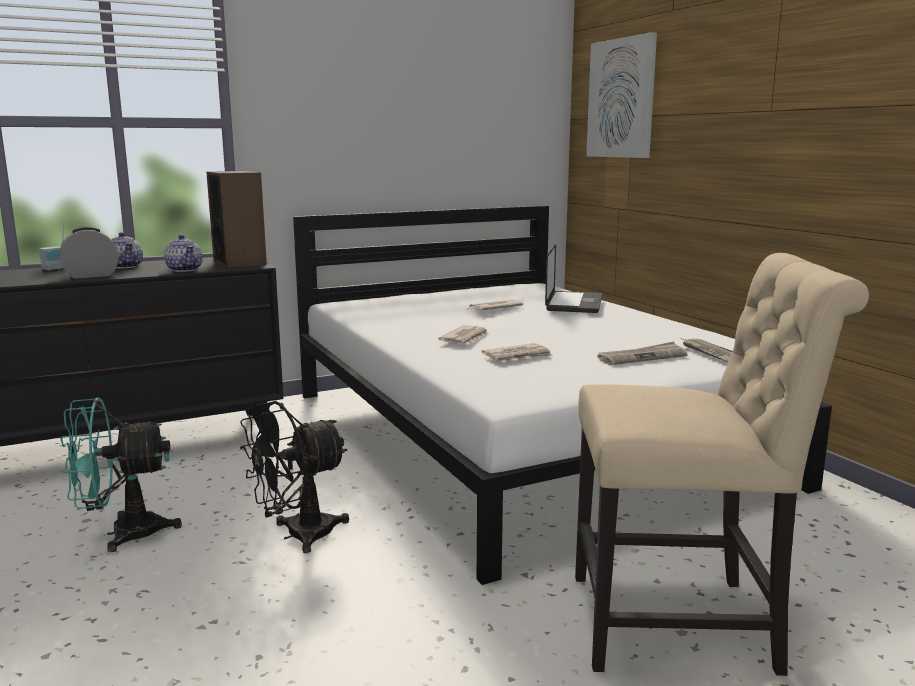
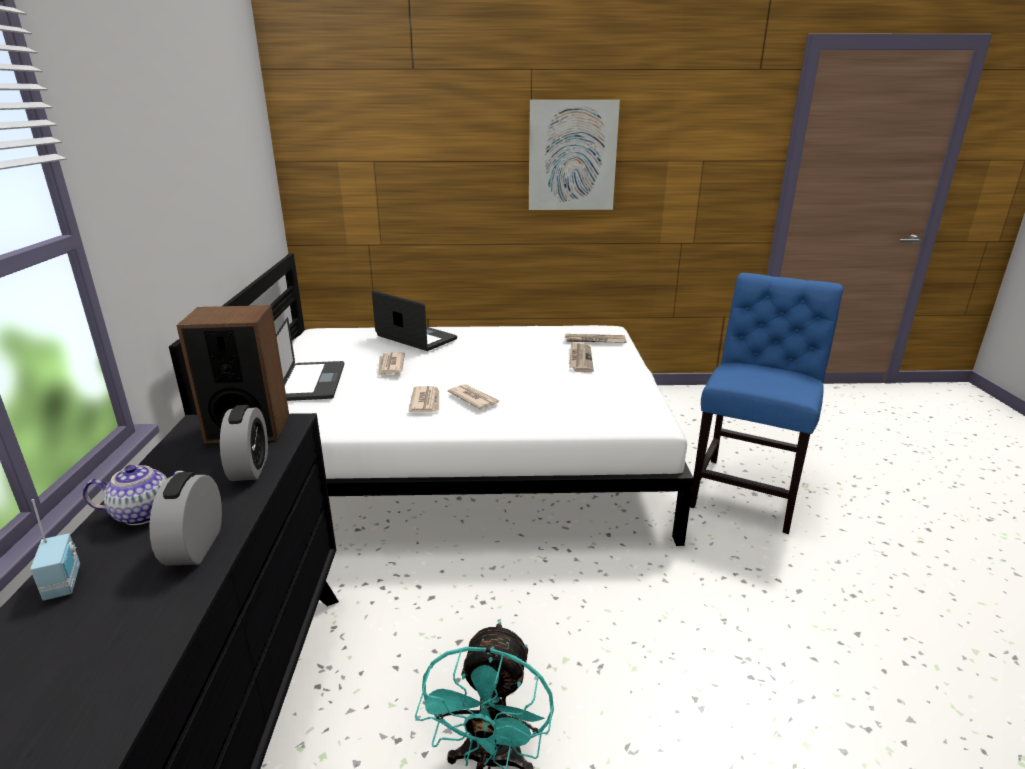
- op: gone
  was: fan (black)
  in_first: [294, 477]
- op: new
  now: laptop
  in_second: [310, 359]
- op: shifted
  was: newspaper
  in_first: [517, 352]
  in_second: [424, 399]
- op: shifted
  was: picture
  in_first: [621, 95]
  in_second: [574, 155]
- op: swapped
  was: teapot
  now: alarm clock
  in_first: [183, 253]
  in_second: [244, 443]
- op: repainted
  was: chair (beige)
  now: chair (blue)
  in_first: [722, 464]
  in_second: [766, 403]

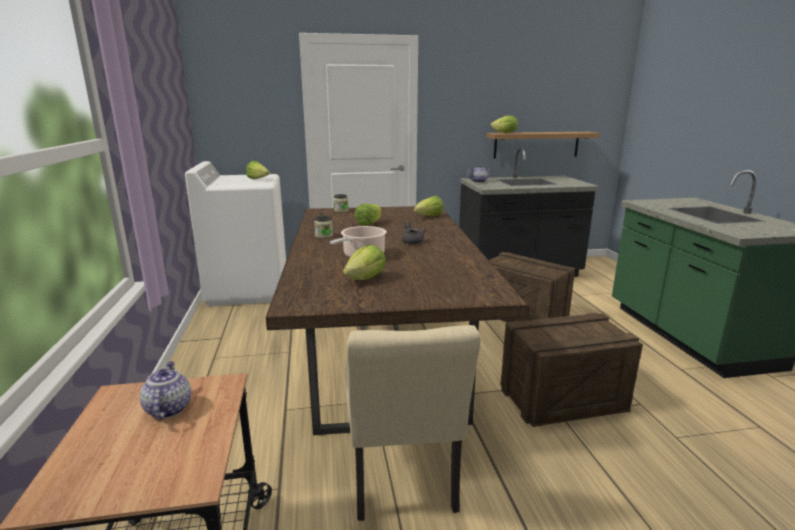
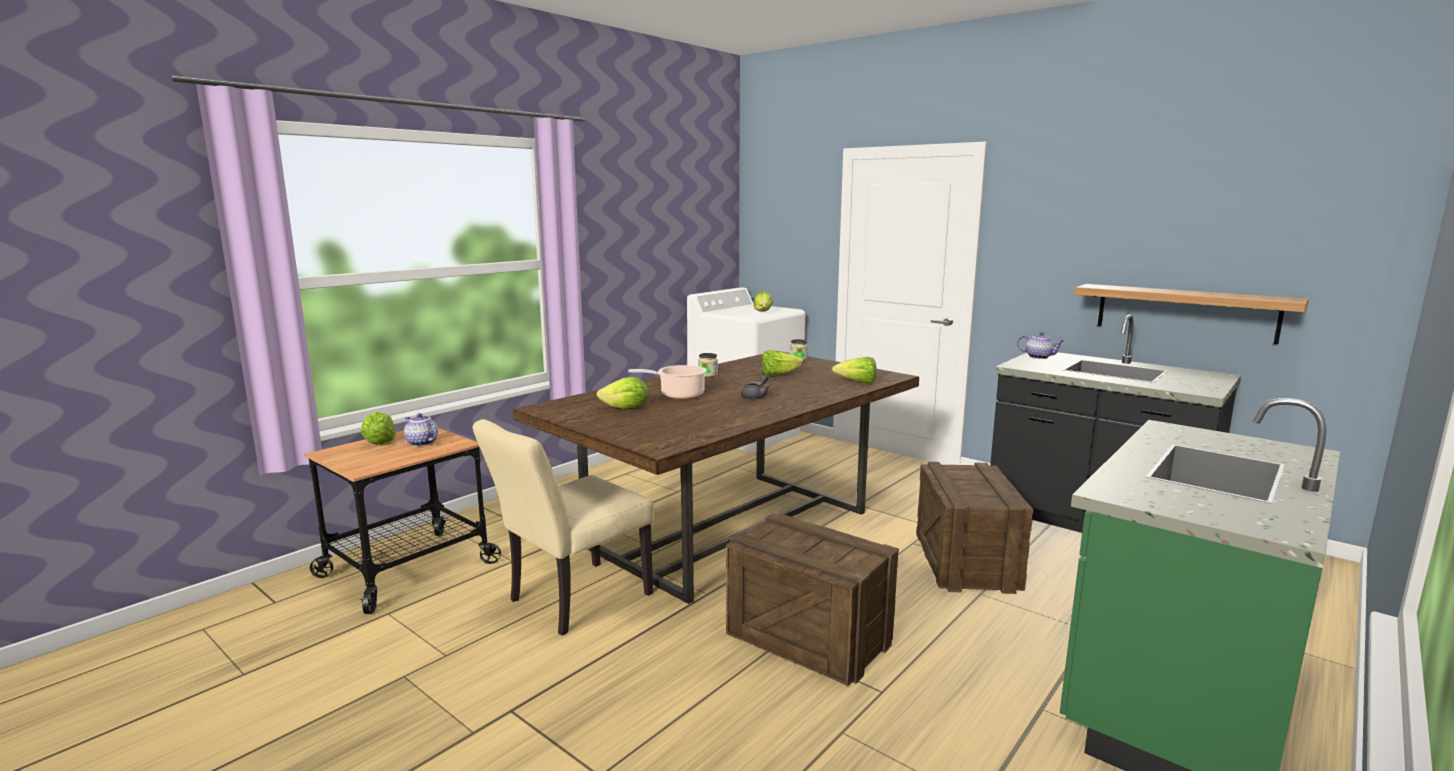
- op: shifted
  was: lettuce
  in_first: [504, 124]
  in_second: [378, 428]
- op: rotated
  was: teapot
  in_first: [165, 390]
  in_second: [421, 429]
  clockwise: -90

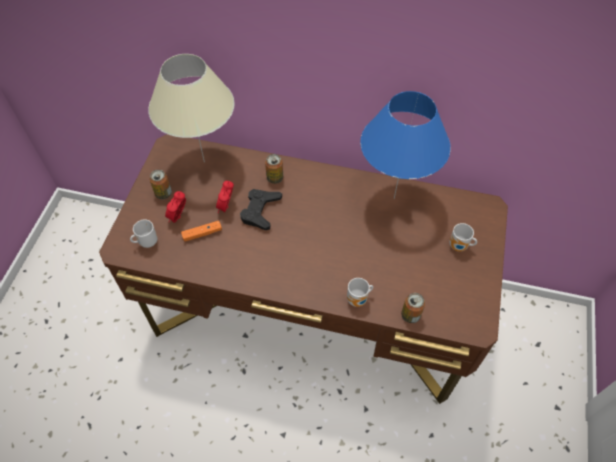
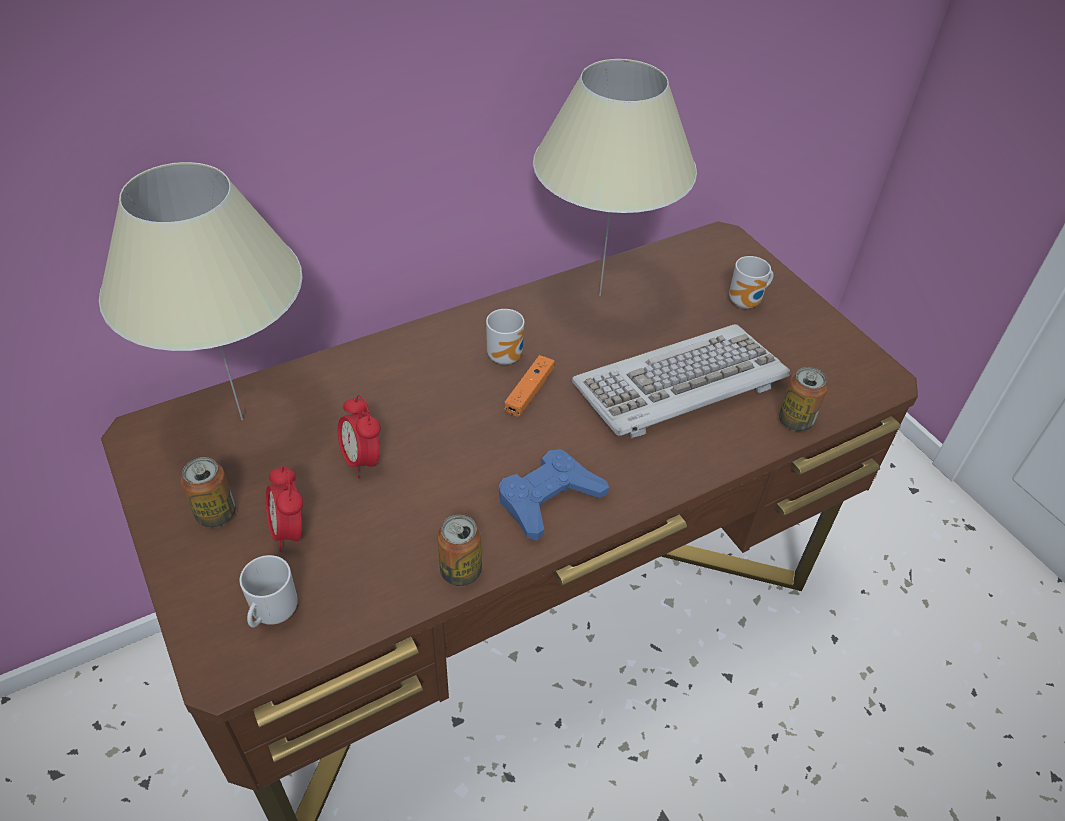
- op: gone
  was: game controller (black)
  in_first: [261, 209]
- op: new
  now: game controller (blue)
  in_second: [554, 495]
- op: new
  now: keyboard
  in_second: [681, 381]
- op: shifted
  was: game controller (orange)
  in_first: [201, 231]
  in_second: [529, 386]
- op: shifted
  was: can
  in_first: [274, 169]
  in_second: [459, 550]
- op: shifted
  was: mug
  in_first: [360, 292]
  in_second: [505, 337]
- op: repainted
  was: table lamp (blue)
  now: table lamp (beige)
  in_first: [405, 145]
  in_second: [615, 177]

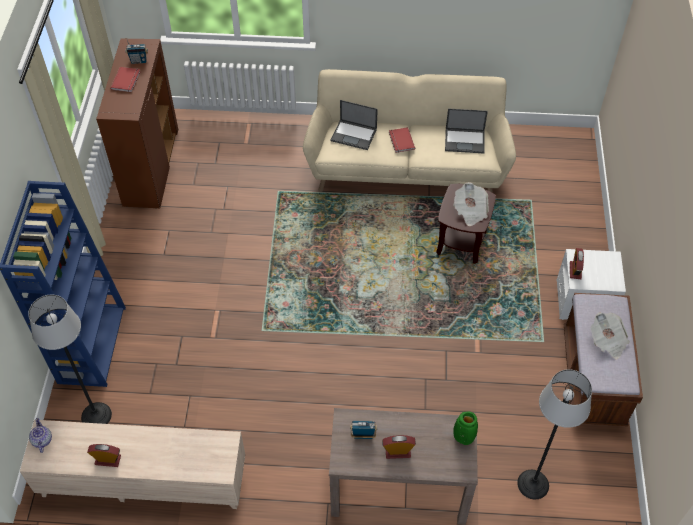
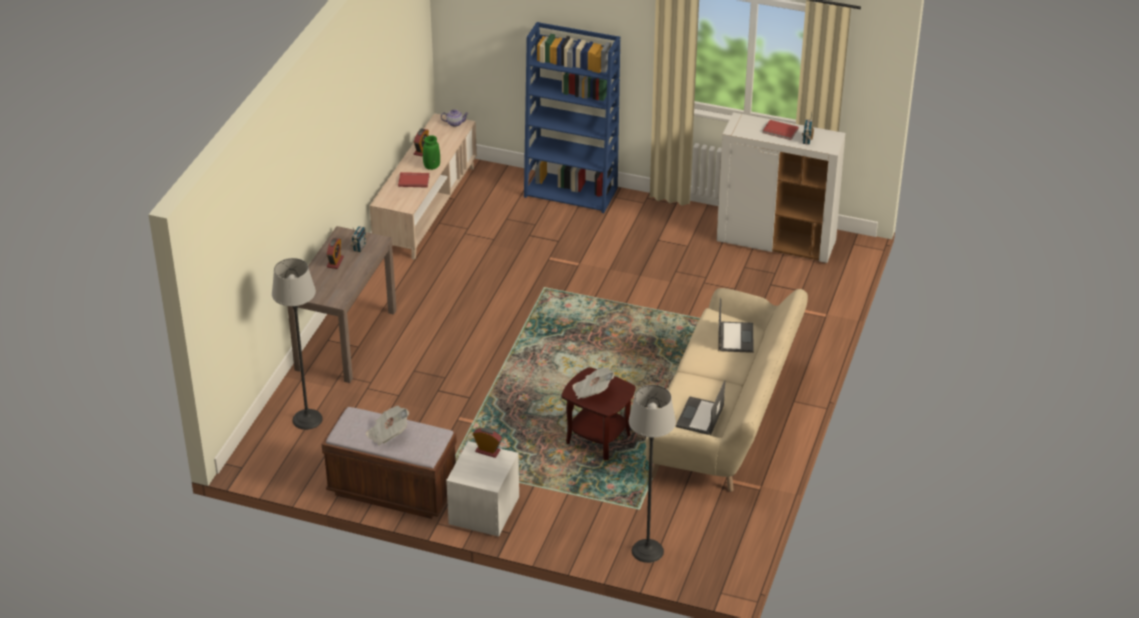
- op: shifted
  was: floor lamp
  in_first: [70, 359]
  in_second: [652, 474]
- op: shifted
  was: book (red)
  in_first: [402, 140]
  in_second: [414, 180]
- op: shifted
  was: vase (green)
  in_first: [465, 428]
  in_second: [431, 152]
- op: repainted
  was: cabinet (brown)
  now: cabinet (white)
  in_first: [137, 123]
  in_second: [780, 187]
- op: rotated
  was: laptop
  in_first: [354, 125]
  in_second: [735, 325]
  clockwise: 150

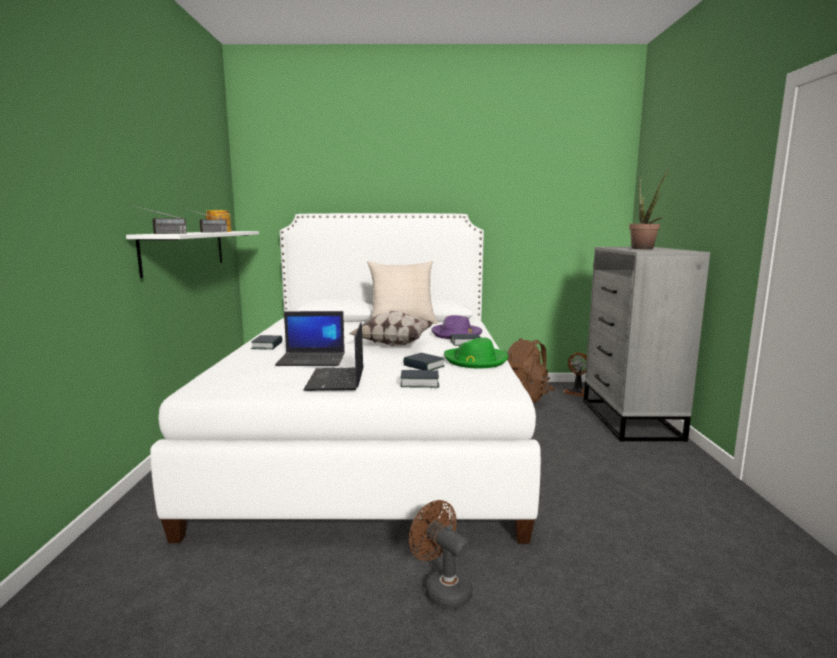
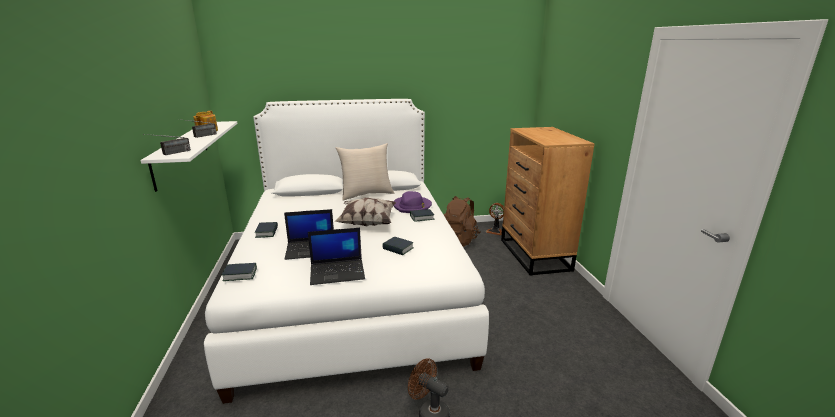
- op: gone
  was: hat (green)
  in_first: [476, 353]
- op: gone
  was: potted plant
  in_first: [649, 209]
- op: shifted
  was: book
  in_first: [419, 379]
  in_second: [239, 272]
- op: repainted
  was: dresser (grey)
  now: dresser (brown)
  in_first: [646, 344]
  in_second: [548, 201]
- op: rotated
  was: laptop
  in_first: [333, 356]
  in_second: [336, 256]
  clockwise: -90

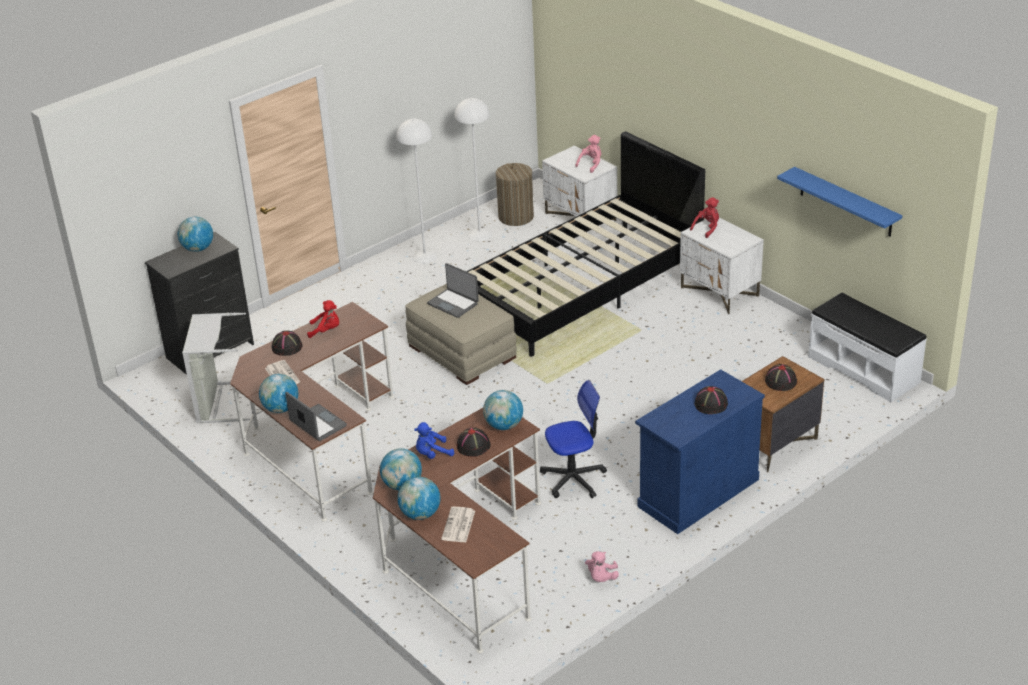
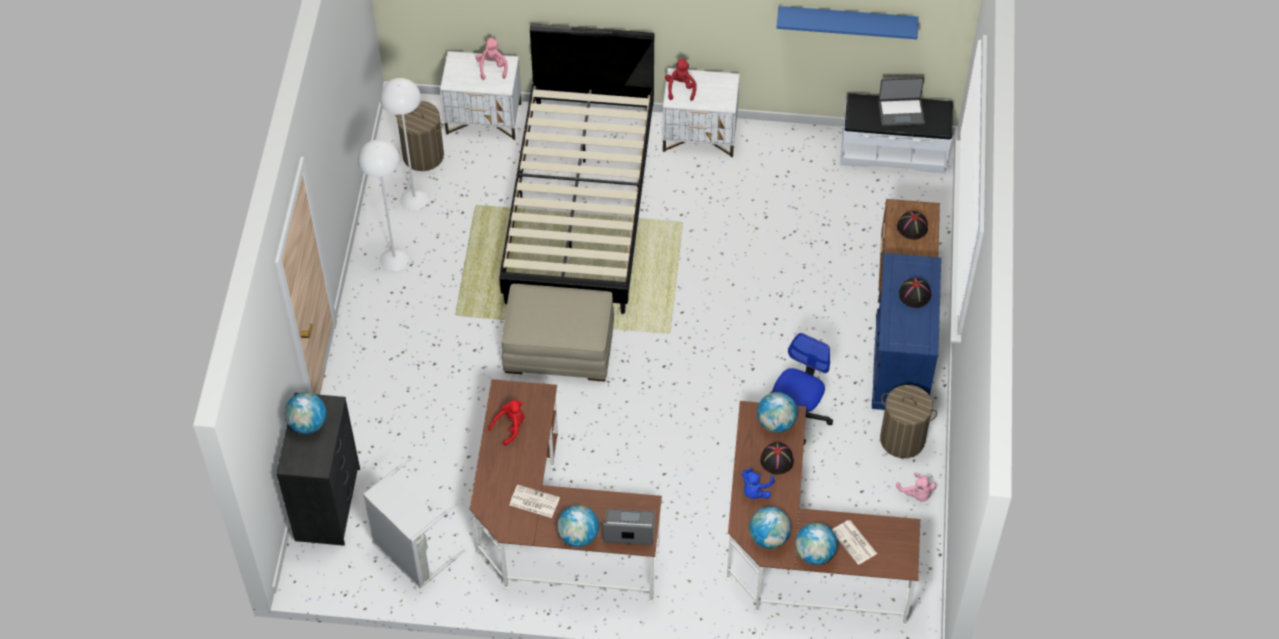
- op: gone
  was: hat (black)
  in_first: [287, 343]
- op: new
  now: laundry basket
  in_second: [908, 421]
- op: shifted
  was: laptop
  in_first: [453, 290]
  in_second: [902, 101]

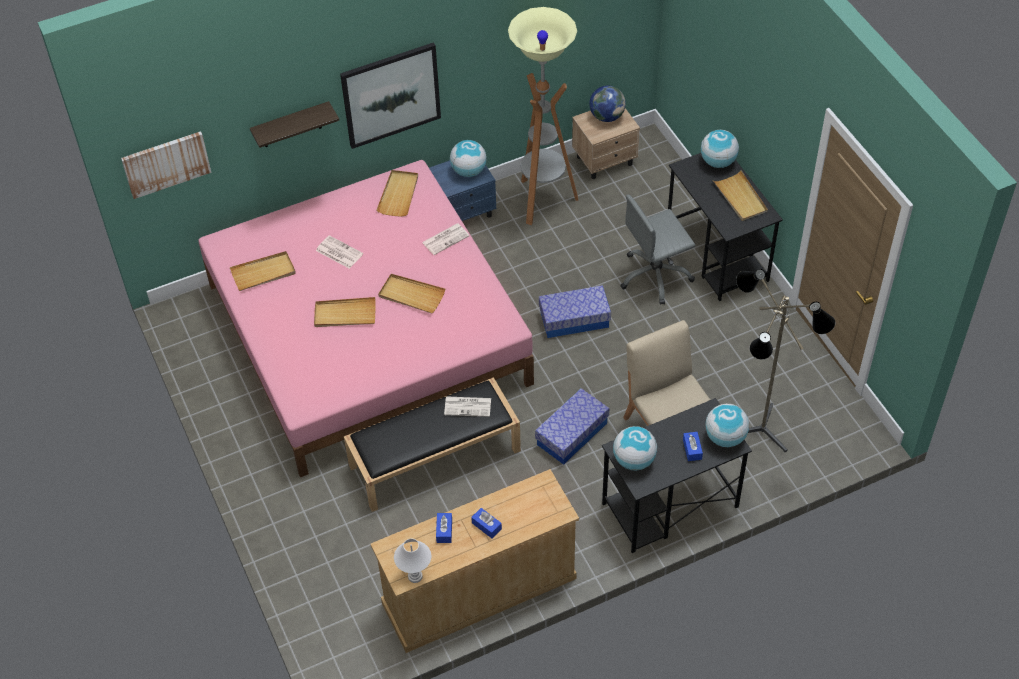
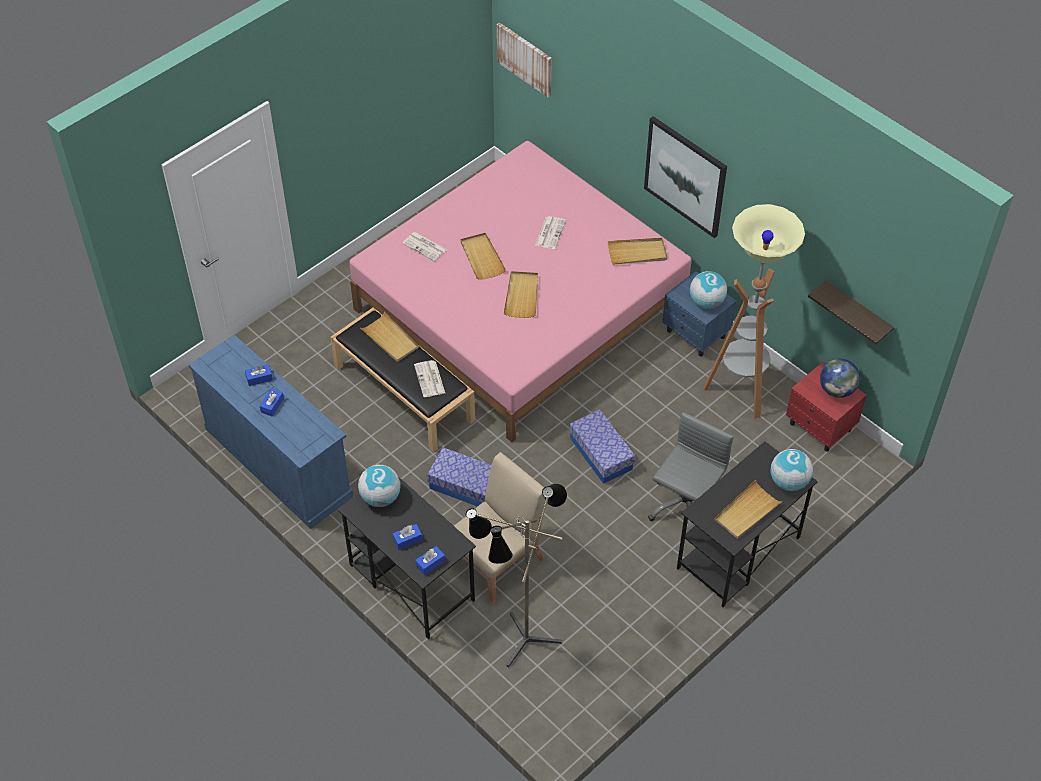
- op: gone
  was: table lamp (white)
  in_first: [412, 561]
- op: shifted
  was: tray (beige)
  in_first: [263, 271]
  in_second: [389, 337]
- op: shifted
  was: shelf
  in_first: [294, 124]
  in_second: [851, 312]
- op: shifted
  was: newspaper
  in_first: [446, 239]
  in_second: [424, 246]
- op: swapped
  was: globe
  now: tissue box (blue)
  in_first: [727, 425]
  in_second: [430, 560]
- op: repainted
  was: dresser (beige)
  now: dresser (blue)
  in_first: [475, 561]
  in_second: [271, 432]
- op: repainted
  was: nightstand (beige)
  now: nightstand (red)
  in_first: [606, 143]
  in_second: [826, 407]
- op: rotated
  was: office chair (grey)
  in_first: [657, 250]
  in_second: [691, 471]
  clockwise: 75

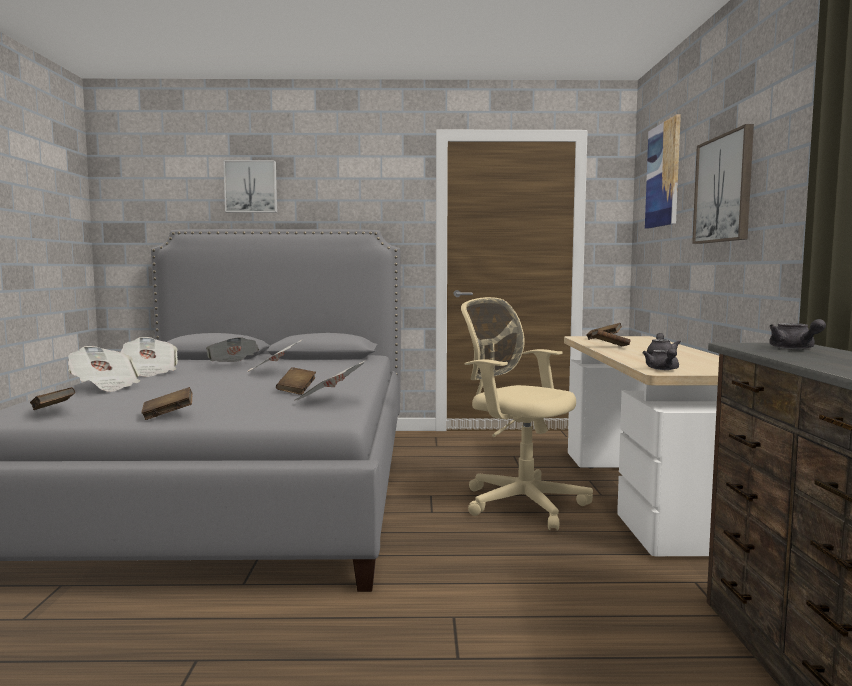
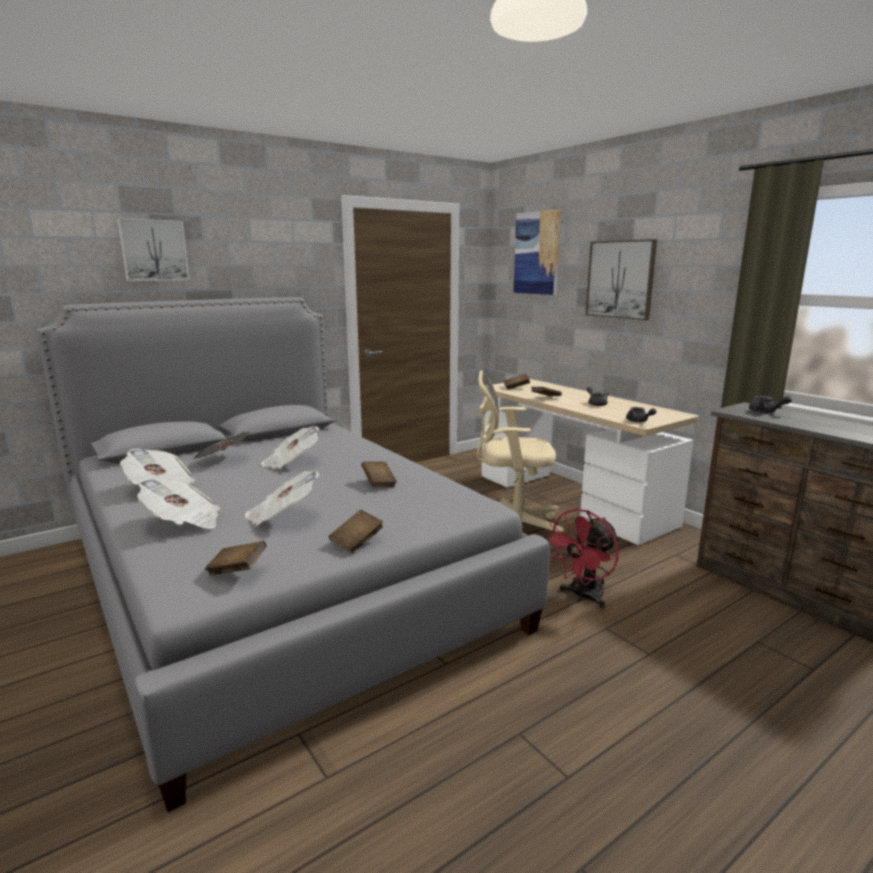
- op: new
  now: fan (red)
  in_second: [582, 559]
- op: shifted
  was: newspaper
  in_first: [329, 381]
  in_second: [281, 498]

